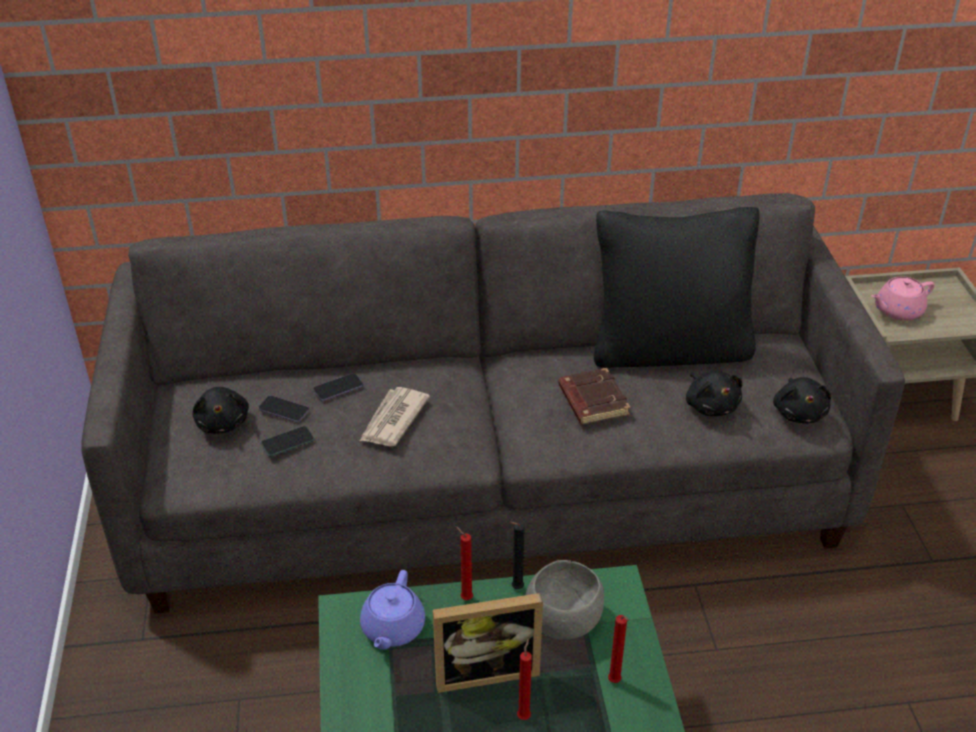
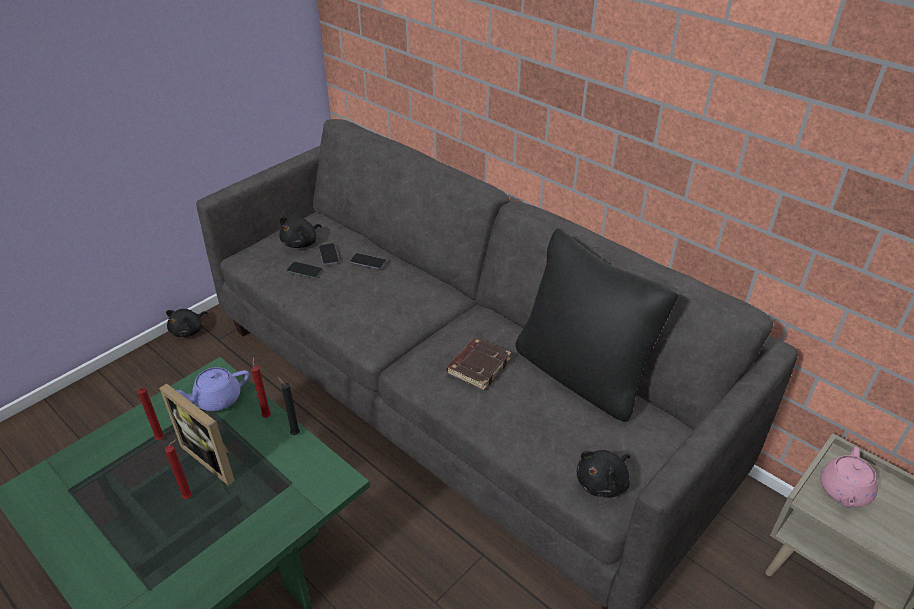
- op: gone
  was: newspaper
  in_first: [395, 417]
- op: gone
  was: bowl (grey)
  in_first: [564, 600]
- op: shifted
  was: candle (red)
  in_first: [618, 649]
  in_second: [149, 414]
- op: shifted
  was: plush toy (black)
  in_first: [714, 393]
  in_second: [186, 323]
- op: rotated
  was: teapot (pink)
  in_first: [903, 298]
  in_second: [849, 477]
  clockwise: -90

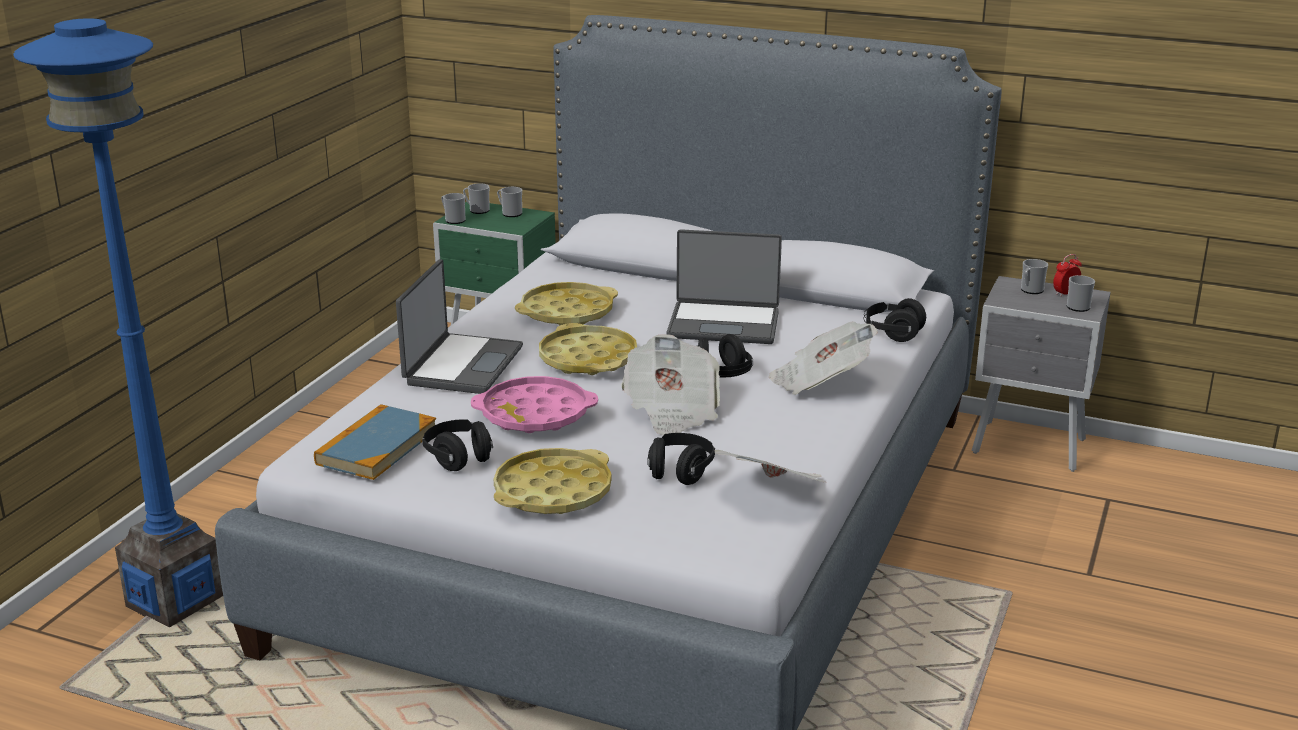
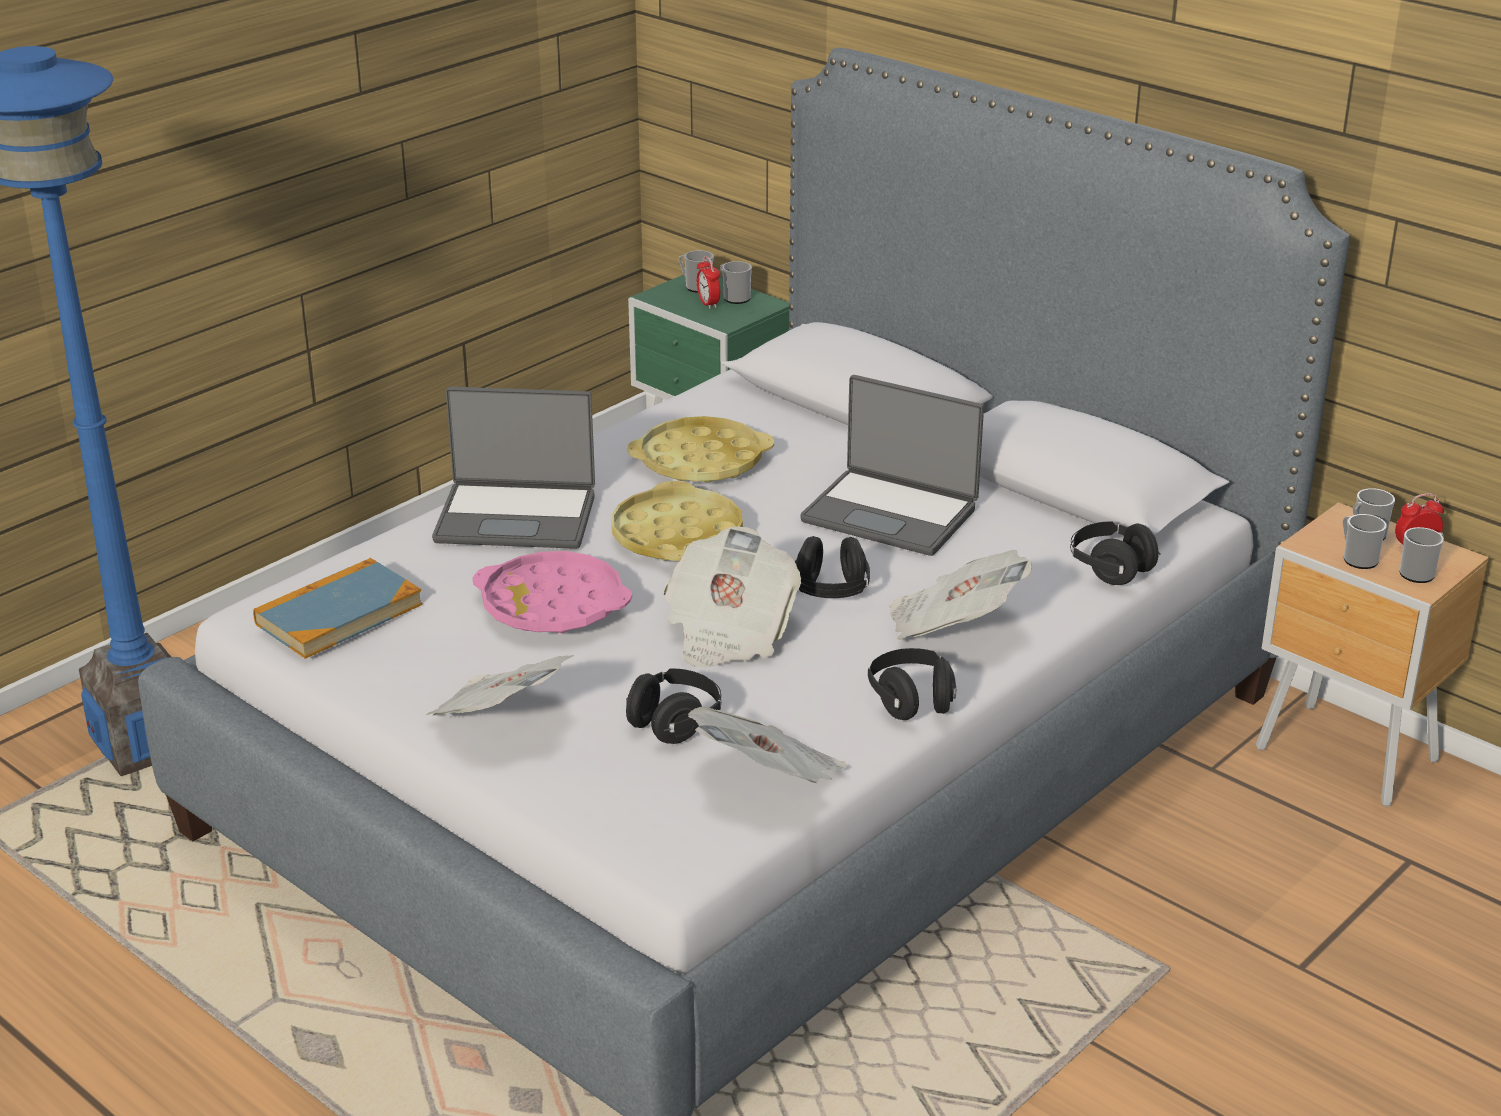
- op: new
  now: alarm clock
  in_second: [708, 282]
- op: shifted
  was: headphones (black)
  in_first: [457, 445]
  in_second: [912, 684]
- op: shifted
  was: mug
  in_first: [453, 208]
  in_second: [1365, 541]
- op: swapped
  was: tray (yellow)
  now: newspaper
  in_first: [552, 481]
  in_second: [500, 685]
- op: repainted
  was: nightstand (grey)
  now: nightstand (brown)
  in_first: [1041, 374]
  in_second: [1372, 654]
- op: rotated
  was: laptop
  in_first: [459, 326]
  in_second: [513, 468]
  clockwise: 60

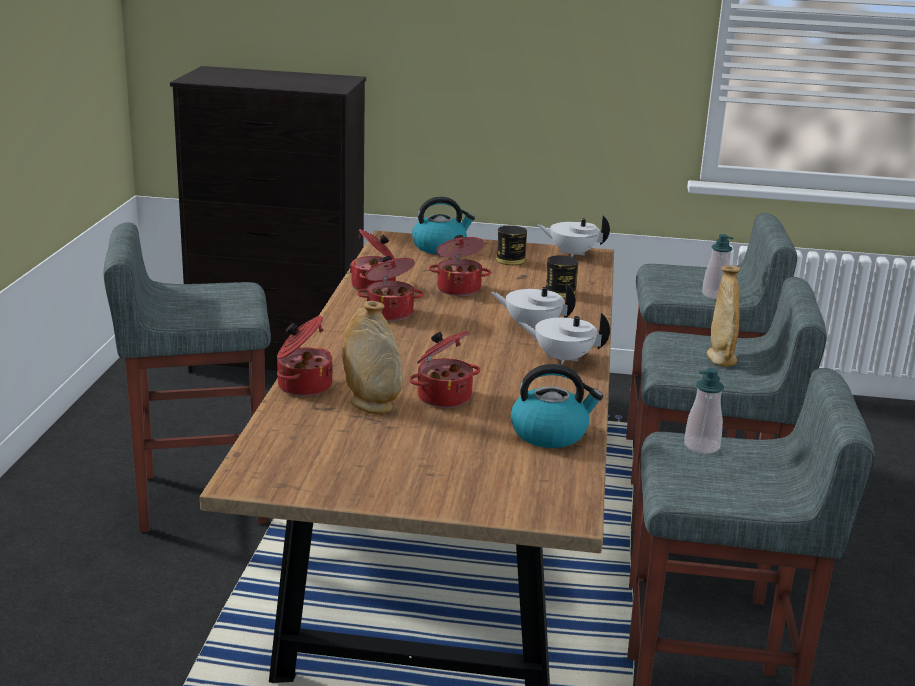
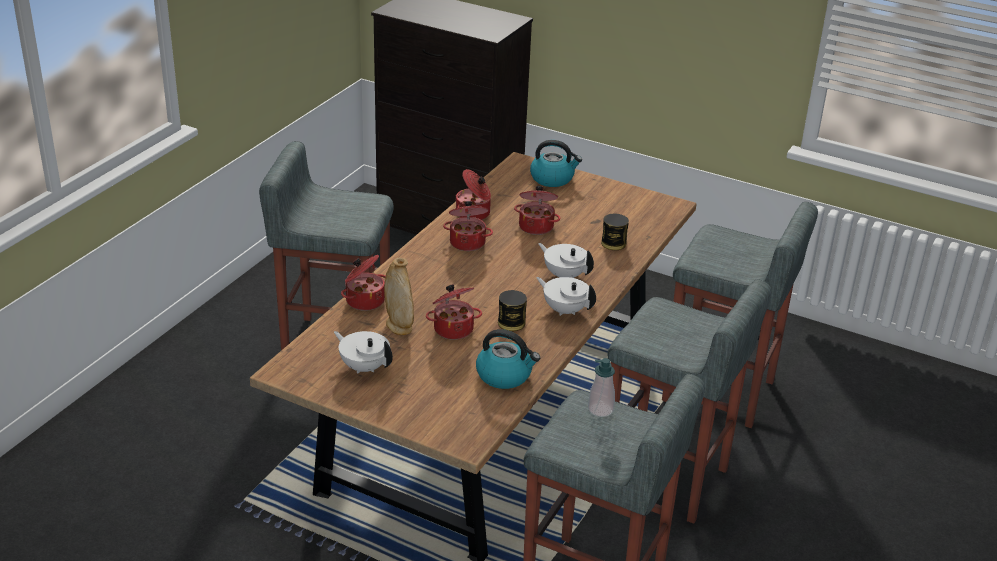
- op: gone
  was: soap dispenser
  in_first: [718, 266]
- op: gone
  was: vase (beige)
  in_first: [724, 315]
- op: shifted
  was: can
  in_first: [511, 245]
  in_second: [512, 310]
- op: shifted
  was: teapot (white)
  in_first: [574, 236]
  in_second: [363, 352]

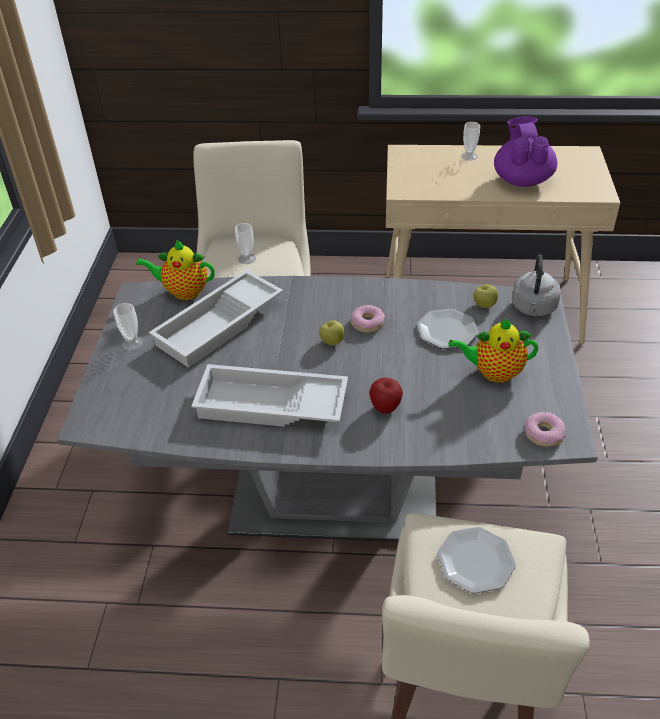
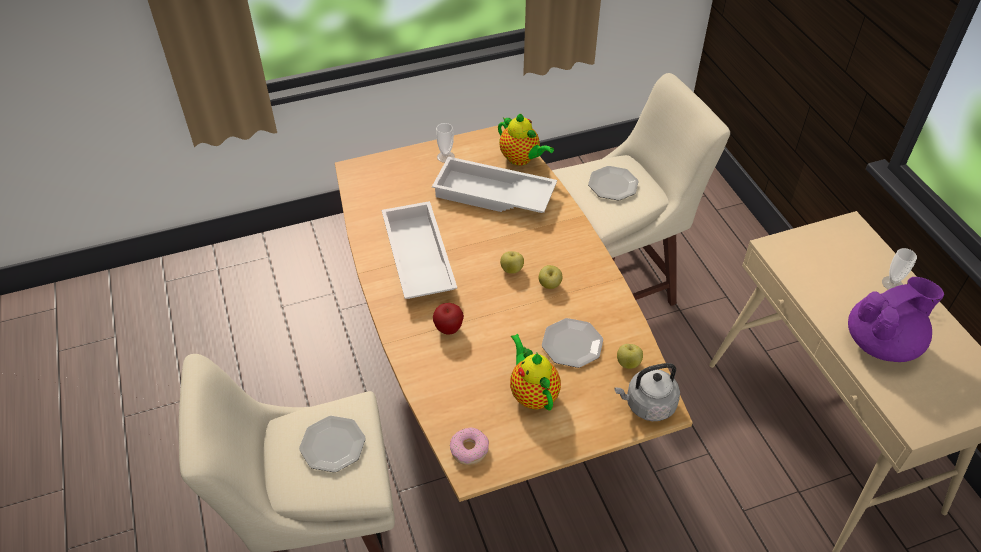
- op: swapped
  was: cup
  now: plate
  in_first: [245, 243]
  in_second: [613, 183]
- op: swapped
  was: donut
  now: apple
  in_first: [368, 319]
  in_second: [550, 277]
- op: repainted
  was: dining table (grey)
  now: dining table (brown)
  in_first: [327, 409]
  in_second: [514, 313]
- op: rotated
  was: teapot
  in_first: [175, 270]
  in_second: [526, 139]
  clockwise: 150

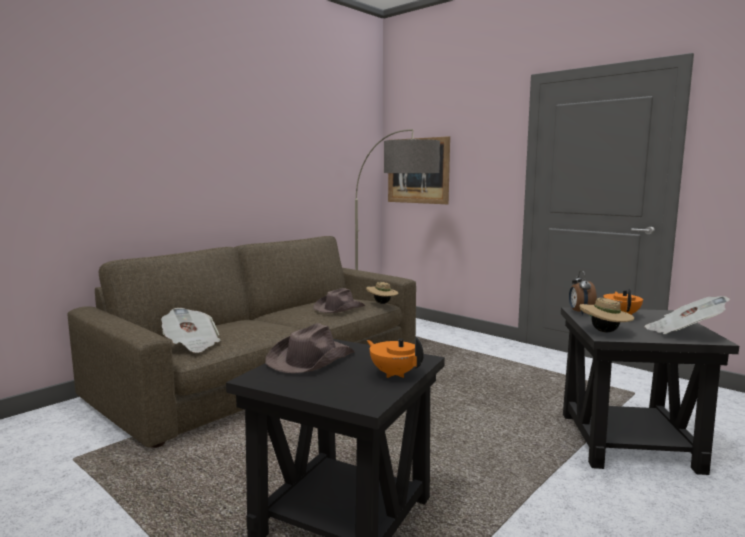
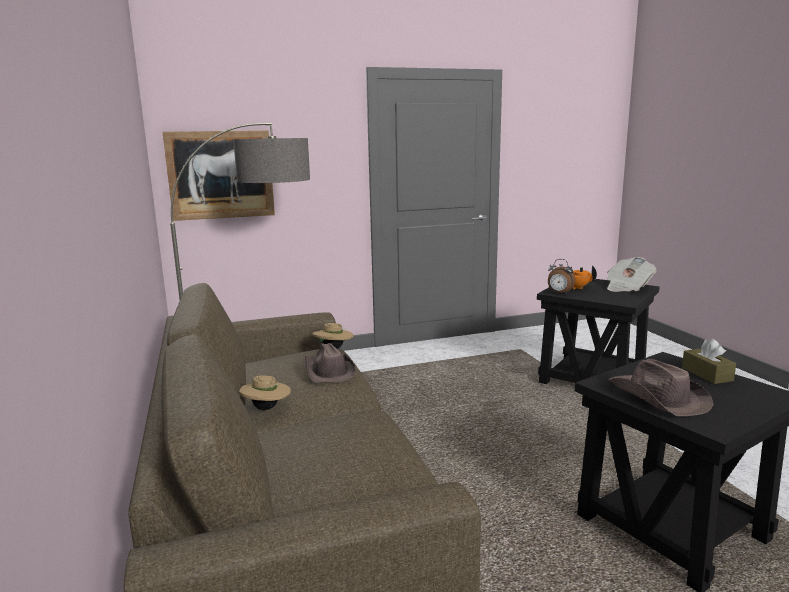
- op: gone
  was: newspaper
  in_first: [191, 330]
- op: shifted
  was: hat (beige)
  in_first: [606, 315]
  in_second: [265, 392]
- op: swapped
  was: teapot (orange)
  now: tissue box (brown)
  in_first: [395, 357]
  in_second: [709, 361]

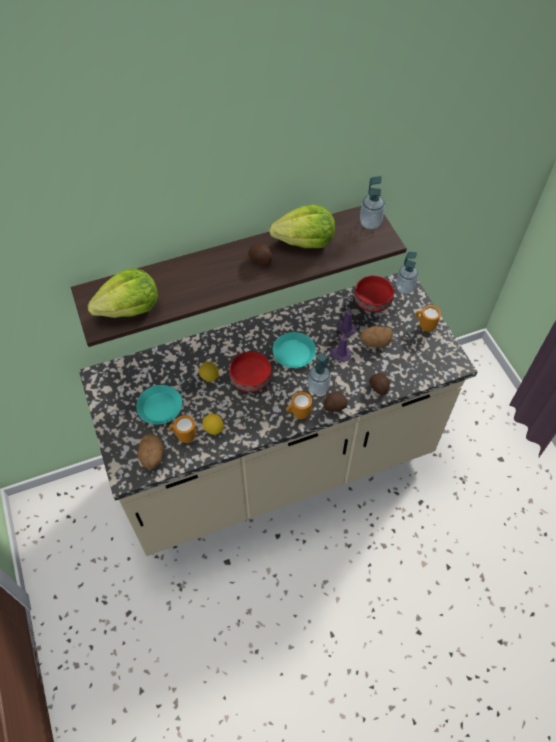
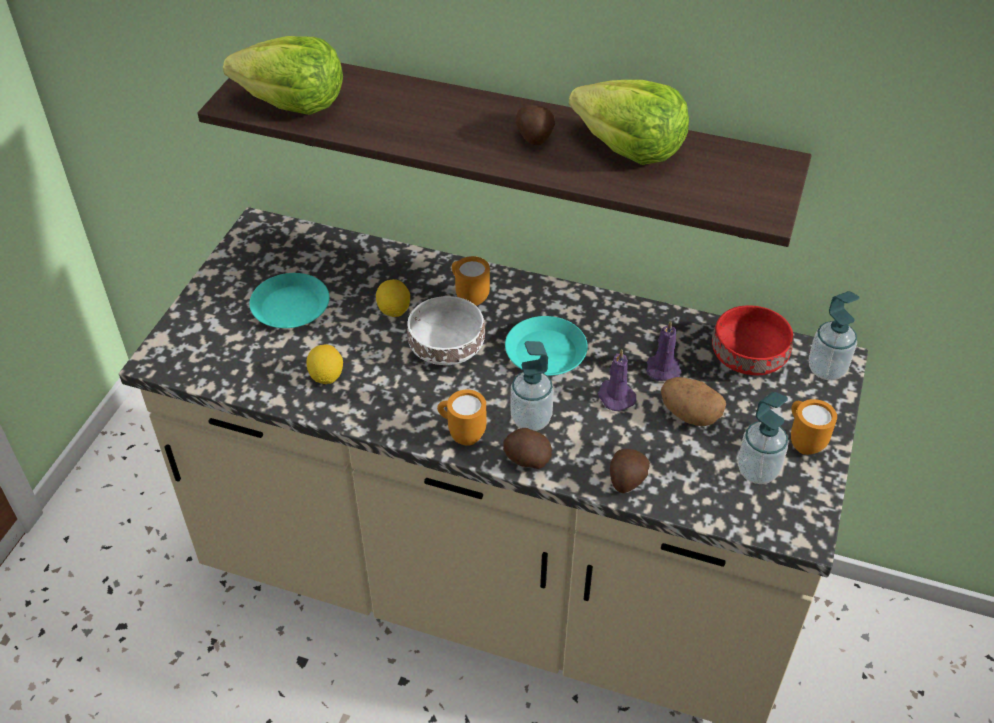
- op: gone
  was: potato
  in_first: [150, 451]
- op: shifted
  was: mug (orange)
  in_first: [182, 429]
  in_second: [471, 281]
- op: shifted
  was: soap dispenser
  in_first: [372, 202]
  in_second: [763, 438]
- op: repainted
  was: bowl (red)
  now: bowl (white)
  in_first: [251, 371]
  in_second: [446, 330]

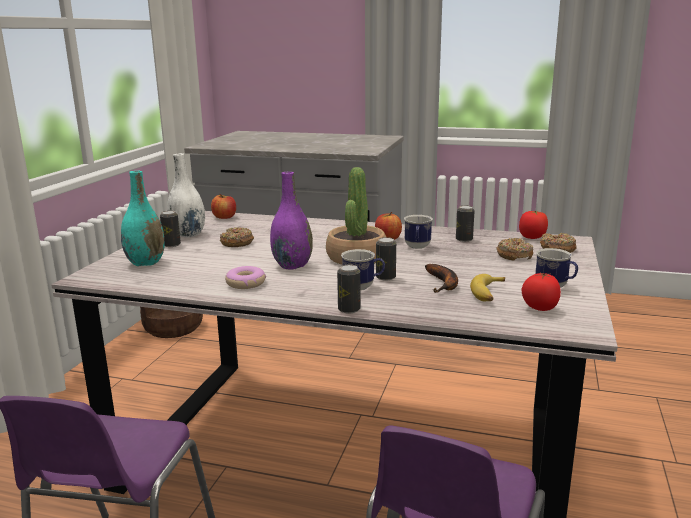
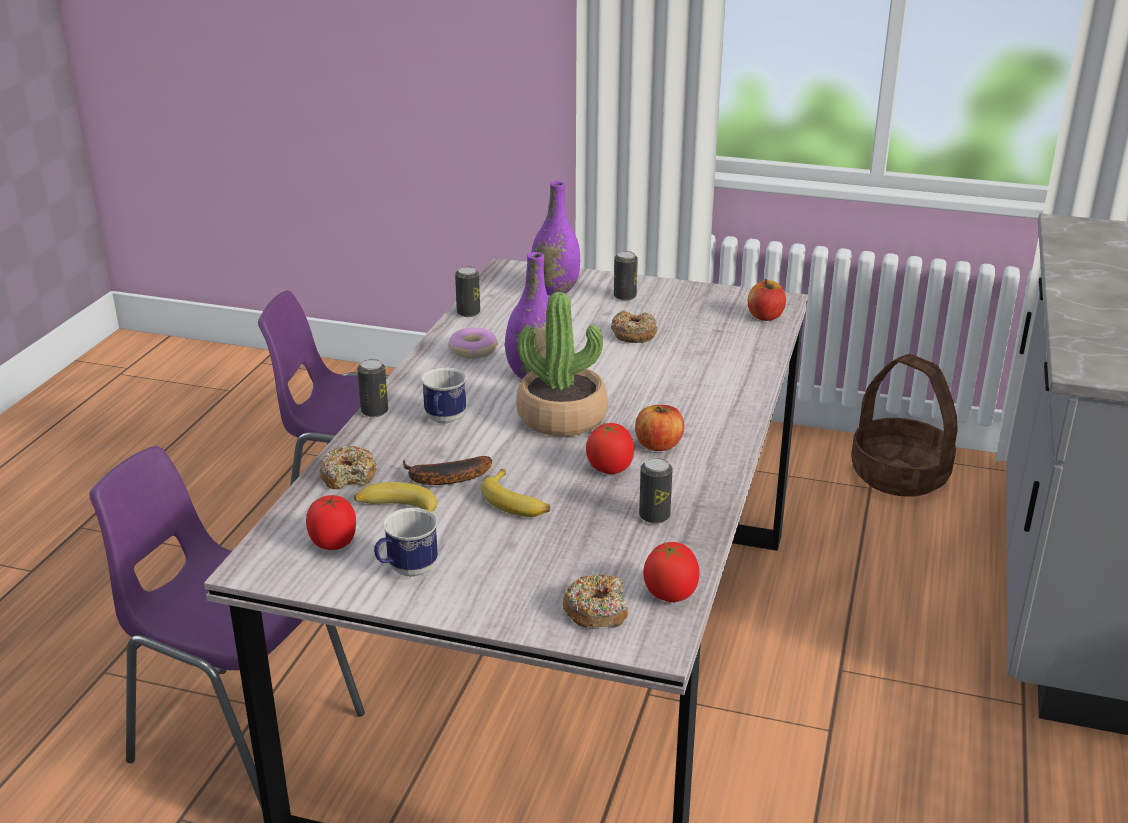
- op: gone
  was: vase (white)
  in_first: [186, 195]
- op: new
  now: banana
  in_second: [515, 493]
- op: shifted
  was: can
  in_first: [386, 259]
  in_second: [467, 291]
- op: shifted
  was: donut
  in_first: [514, 249]
  in_second: [348, 468]
- op: swapped
  was: mug
  now: tomato
  in_first: [418, 232]
  in_second: [610, 448]
- op: repainted
  was: vase (turquoise)
  now: vase (purple)
  in_first: [143, 218]
  in_second: [555, 238]

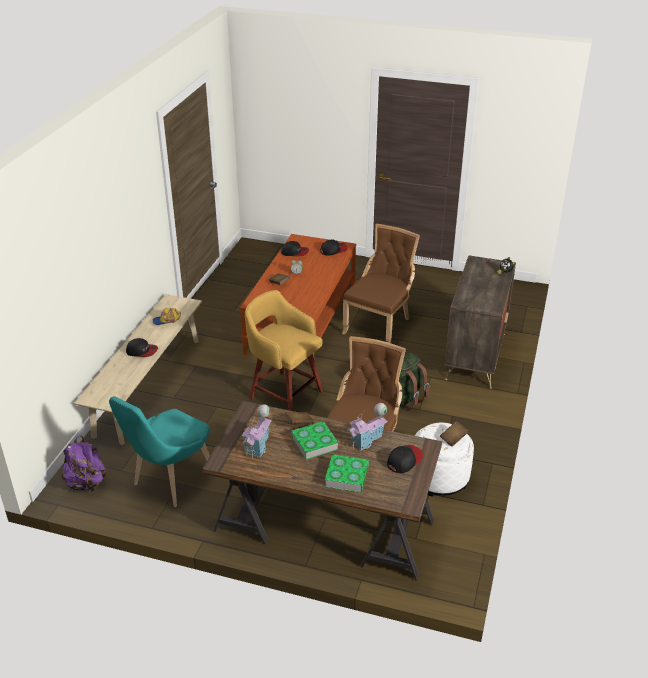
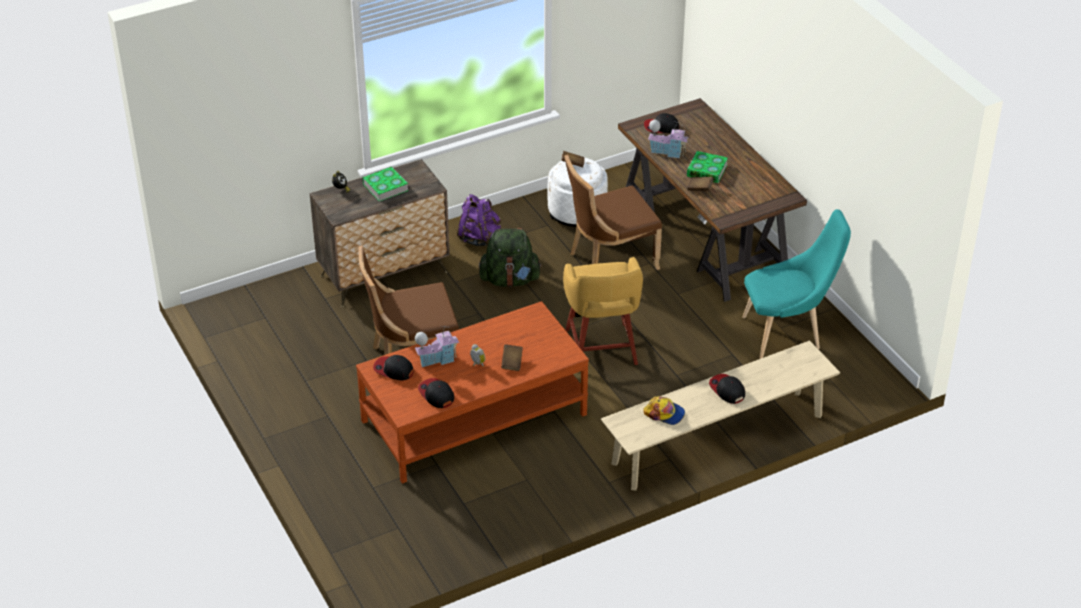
- op: shifted
  was: backpack (purple)
  in_first: [83, 464]
  in_second: [479, 220]
- op: shifted
  was: toy house
  in_first: [257, 431]
  in_second: [437, 346]
- op: shifted
  was: book
  in_first: [347, 473]
  in_second: [385, 184]

